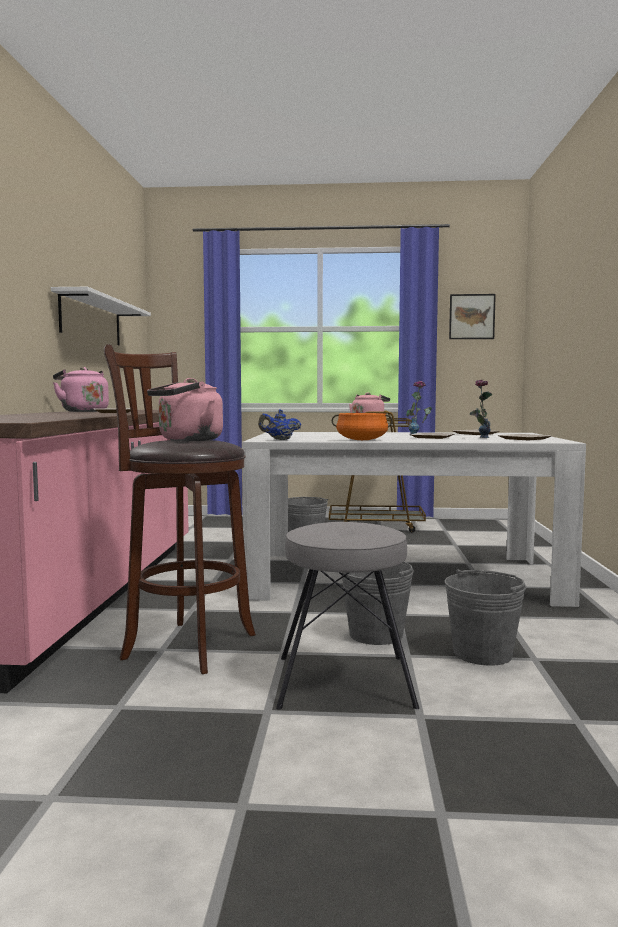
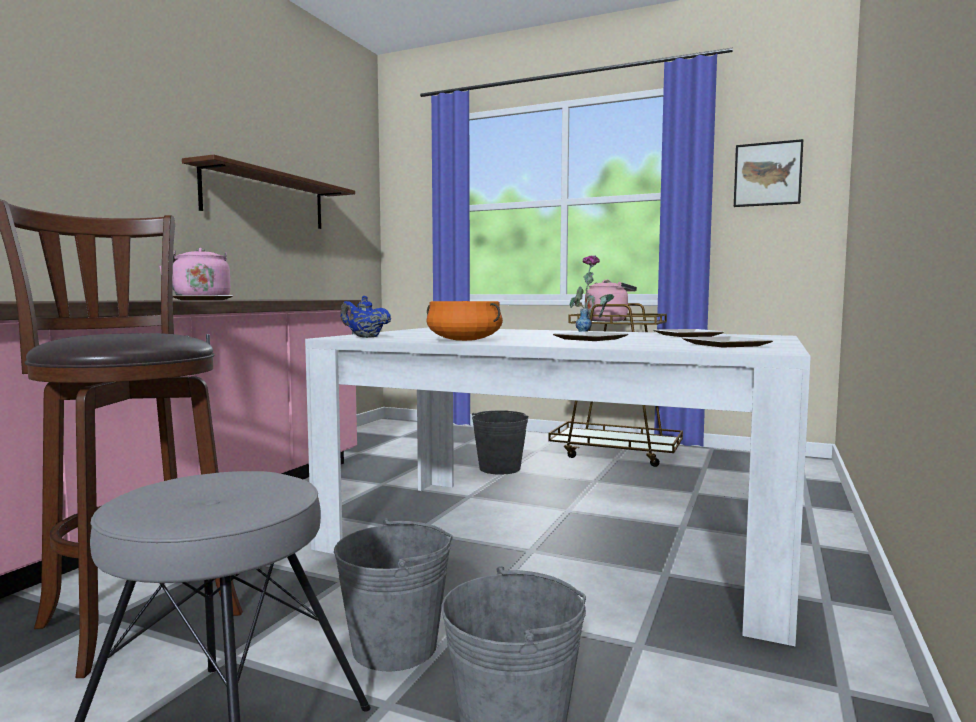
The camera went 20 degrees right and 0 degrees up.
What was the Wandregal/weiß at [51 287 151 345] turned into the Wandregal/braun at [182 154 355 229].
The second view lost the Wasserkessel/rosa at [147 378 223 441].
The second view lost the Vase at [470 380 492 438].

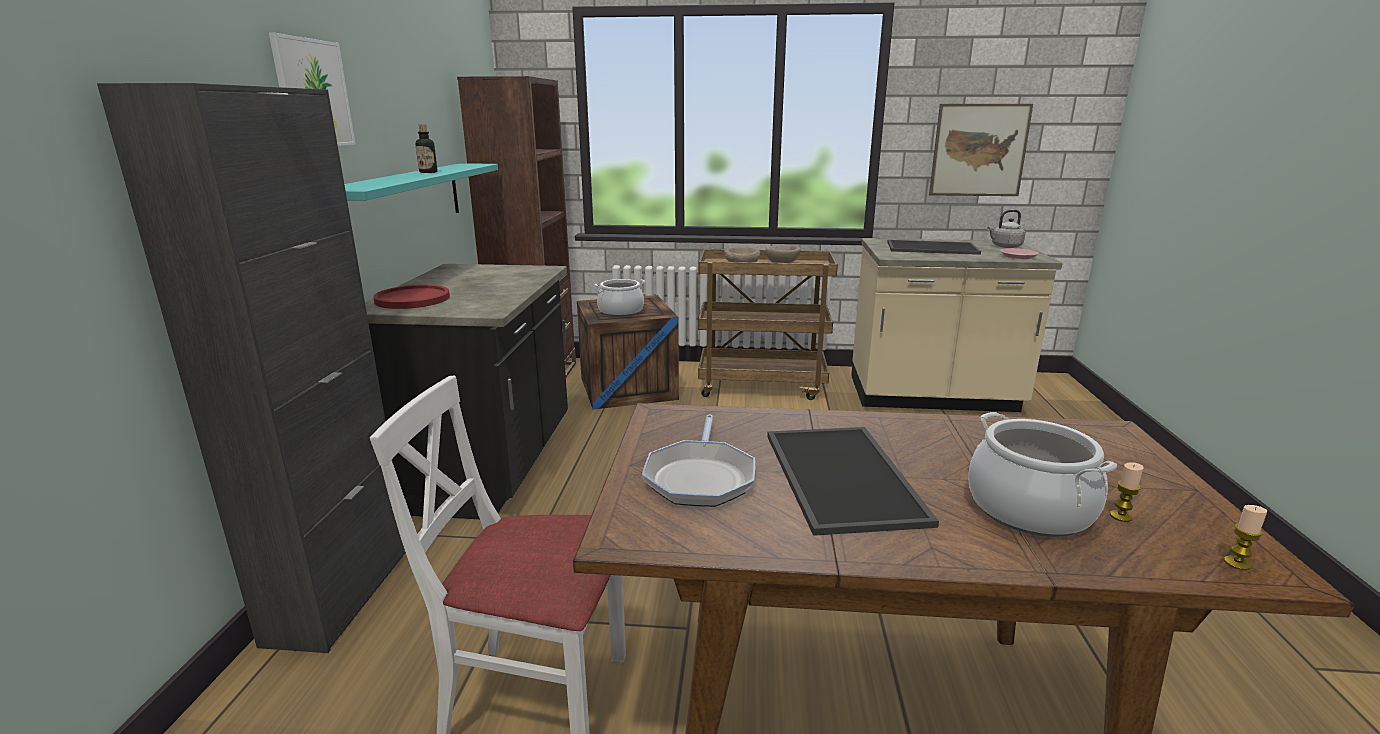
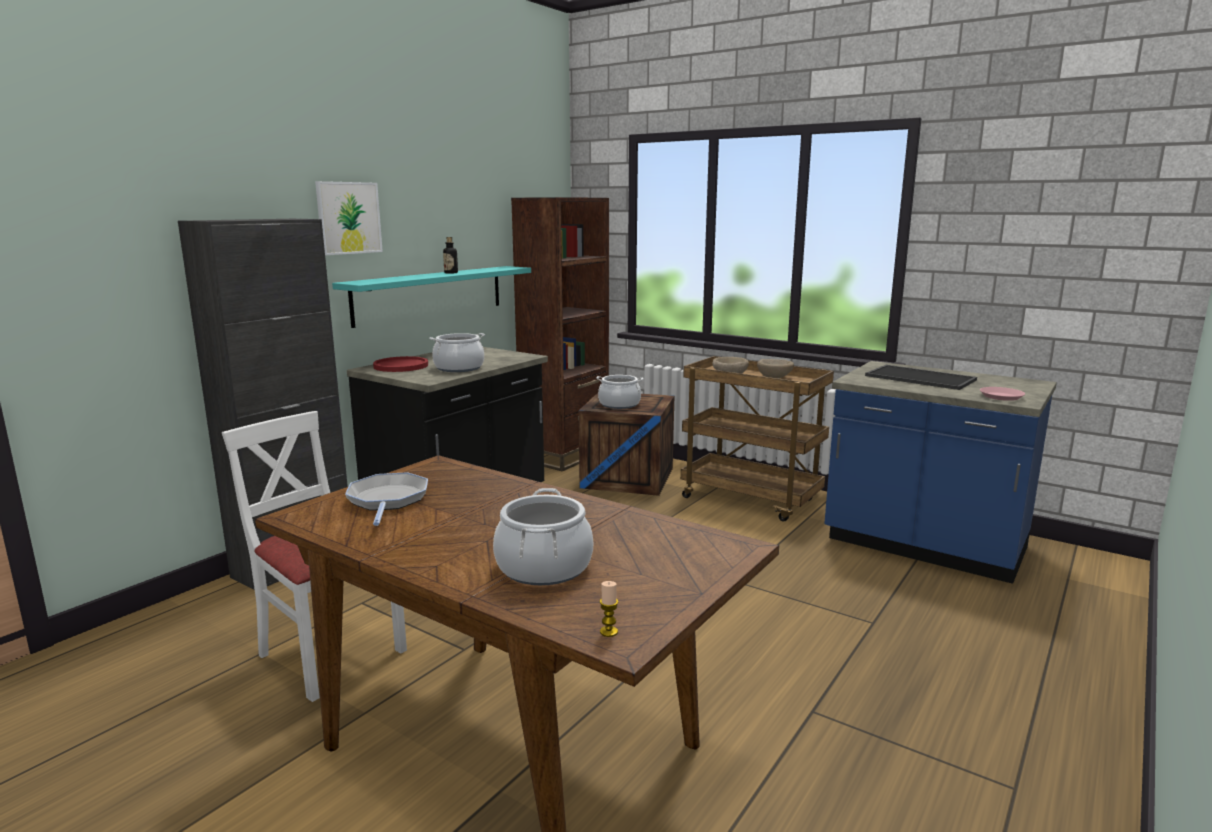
The camera went 30 degrees right and 5 degrees down.
The Pfanne at [642 415 755 507] ended up facing another way, 135 degrees clockwise from before.
The second view lost the Tablett at [767 427 939 536].
What was the Küchenzeile/beige at [851 238 1063 412] turned into the Küchenzeile/blau at [824 361 1057 584].
The second view lost the Bild at [929 104 1033 196].
The second view lost the Wasserkessel/grau at [987 210 1025 248].
The second view lost the Kerze at [1110 462 1144 522].
The second view gained the Kochtopf at [429 333 485 372].

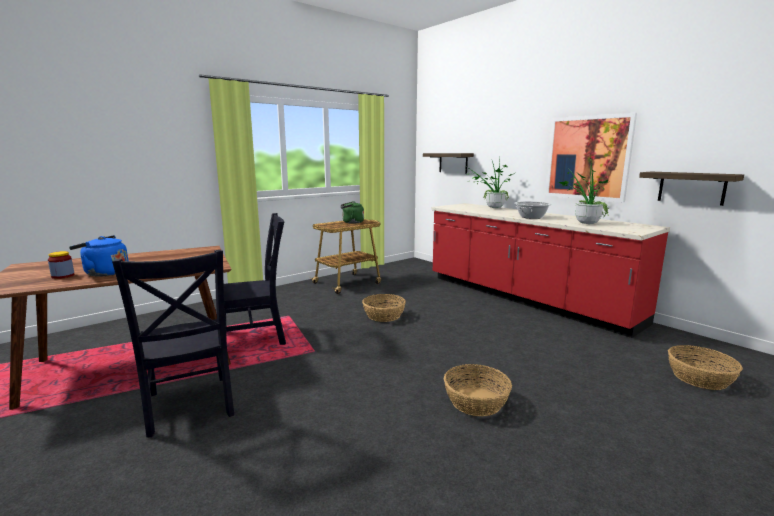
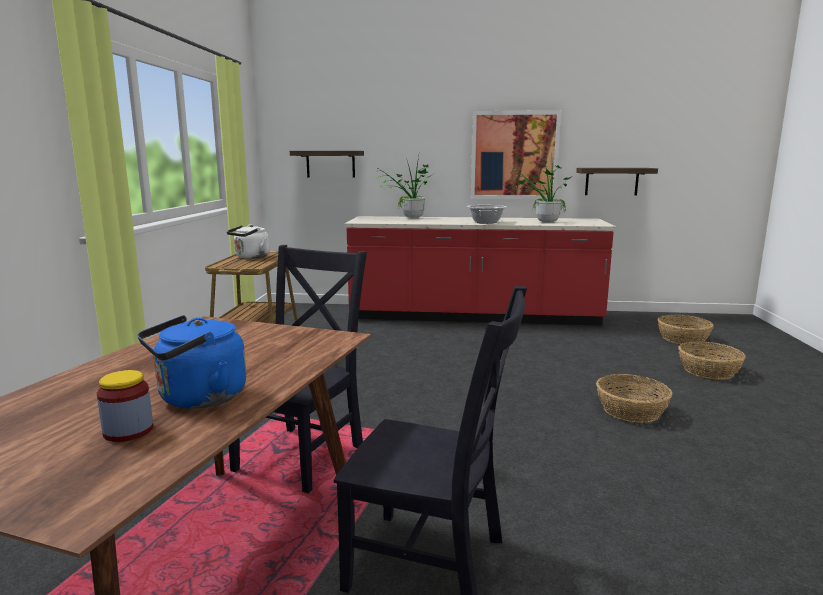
The camera went 45 degrees left and 0 degrees up.
What was the Wasserkessel/grün at [341 201 364 224] turned into the Wasserkessel/weiß at [226 224 270 259].
The Korb ended up elsewhere, having gone from [362 294 406 322] to [678 341 746 380].

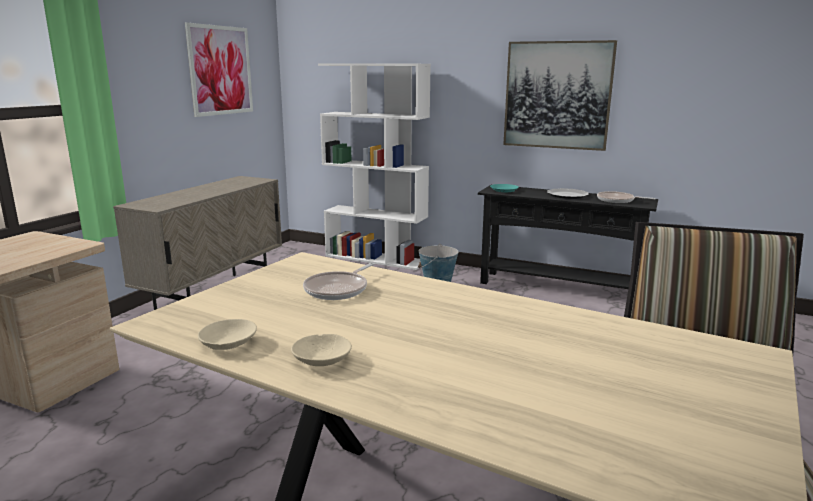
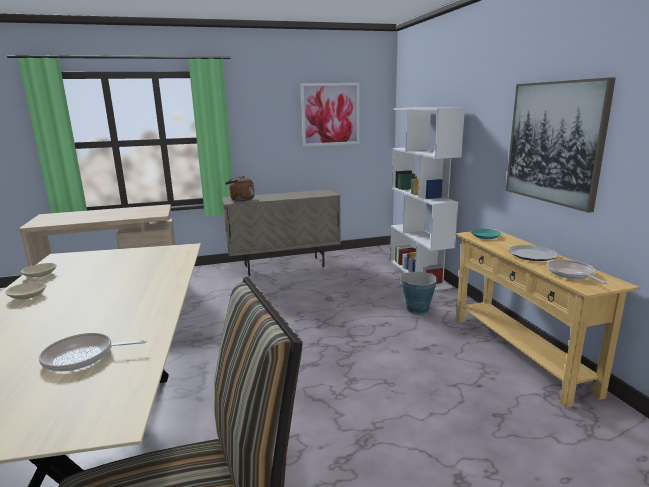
The camera went 50 degrees right and 0 degrees up.
The Pfanne ended up elsewhere, having gone from [303 263 375 300] to [39 333 147 371].
What was the Konsolentisch/schwarz at [478 185 658 289] turned into the Konsolentisch/beige at [456 229 640 408].
The second view gained the Wasserkessel/braun at [225 176 255 201].

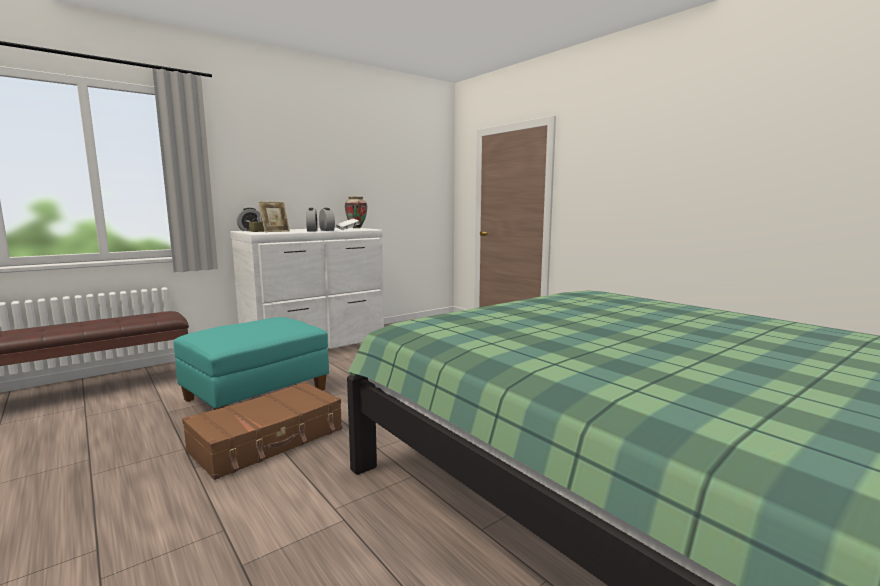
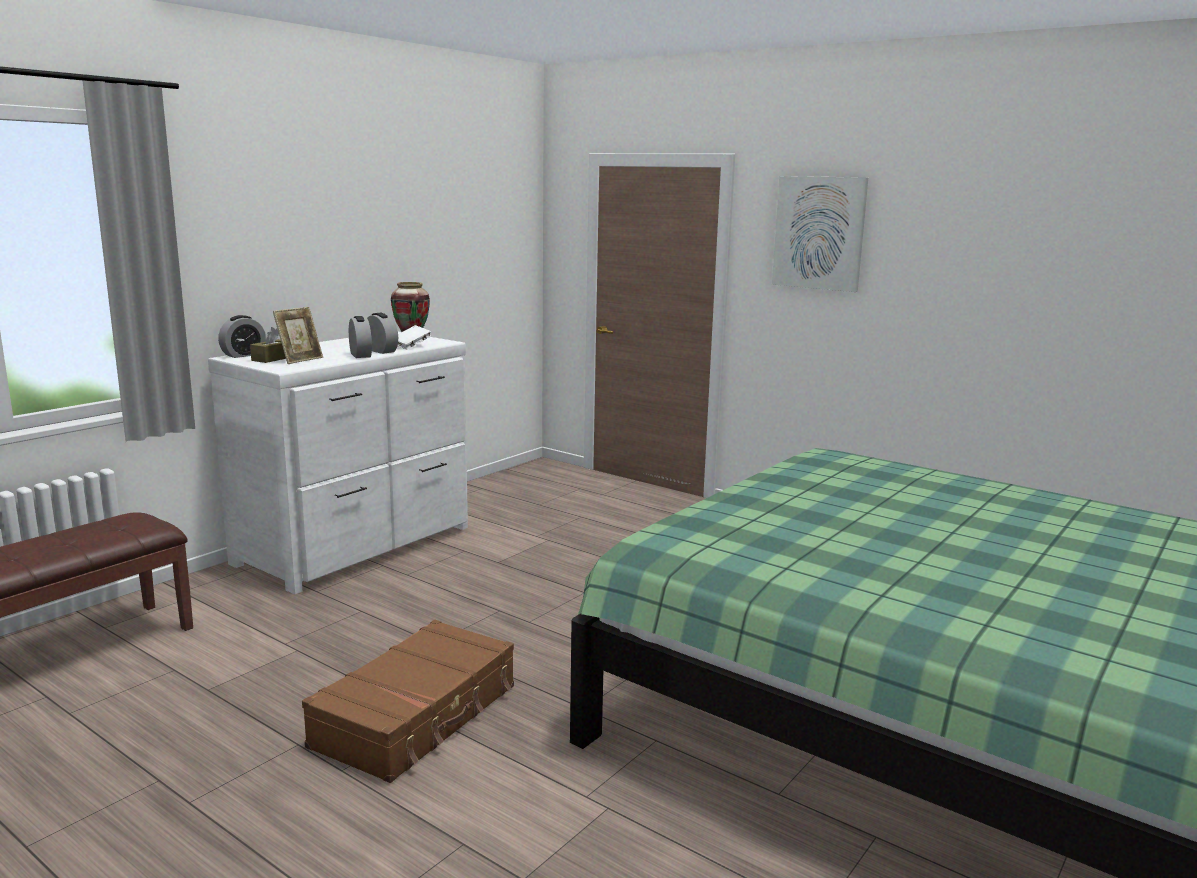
The camera went 15 degrees left and 5 degrees up.
The second view lost the Polsterhocker/türkis at [174 317 329 410].
The second view gained the Bild at [772 176 868 292].

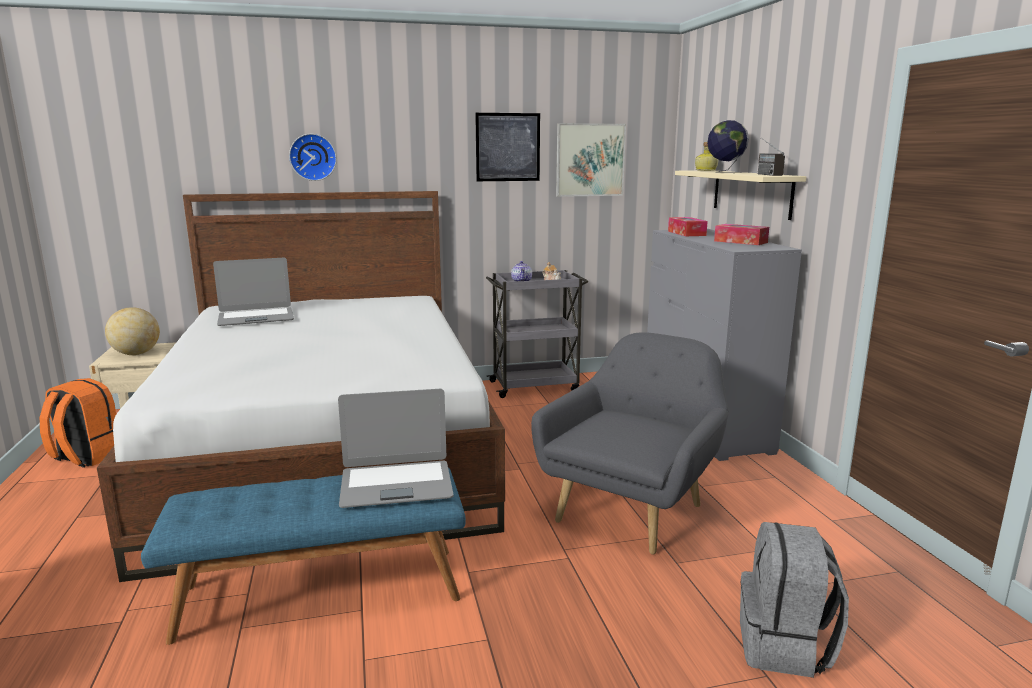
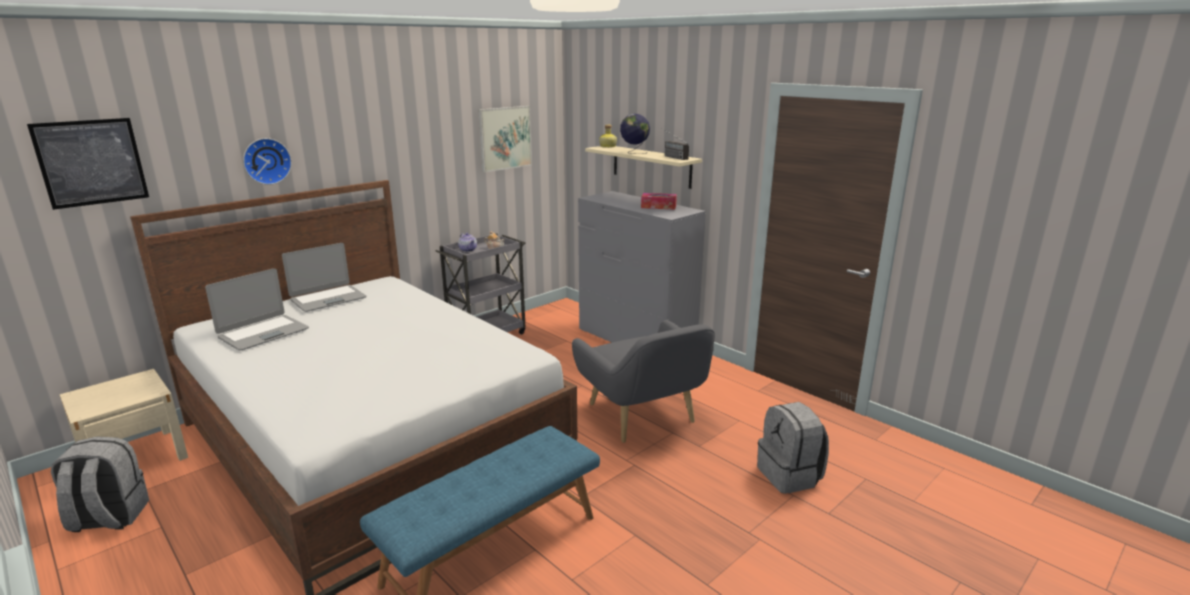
The camera went 30 degrees left and 5 degrees up.
What was the Rucksack/orange at [40 378 116 468] turned into the Rucksack/grau at [51 436 149 532].
The second view lost the Globus at [105 307 160 355].
The Laptop ended up elsewhere, having gone from [338 389 453 508] to [282 243 367 312].
The Bild ended up elsewhere, having gone from [475 113 540 181] to [27 118 149 210].
The Sessel/grau at [531 332 729 554] ended up facing another way, 150 degrees clockwise from before.
The second view lost the Taschentuchbox at [668 217 708 236].

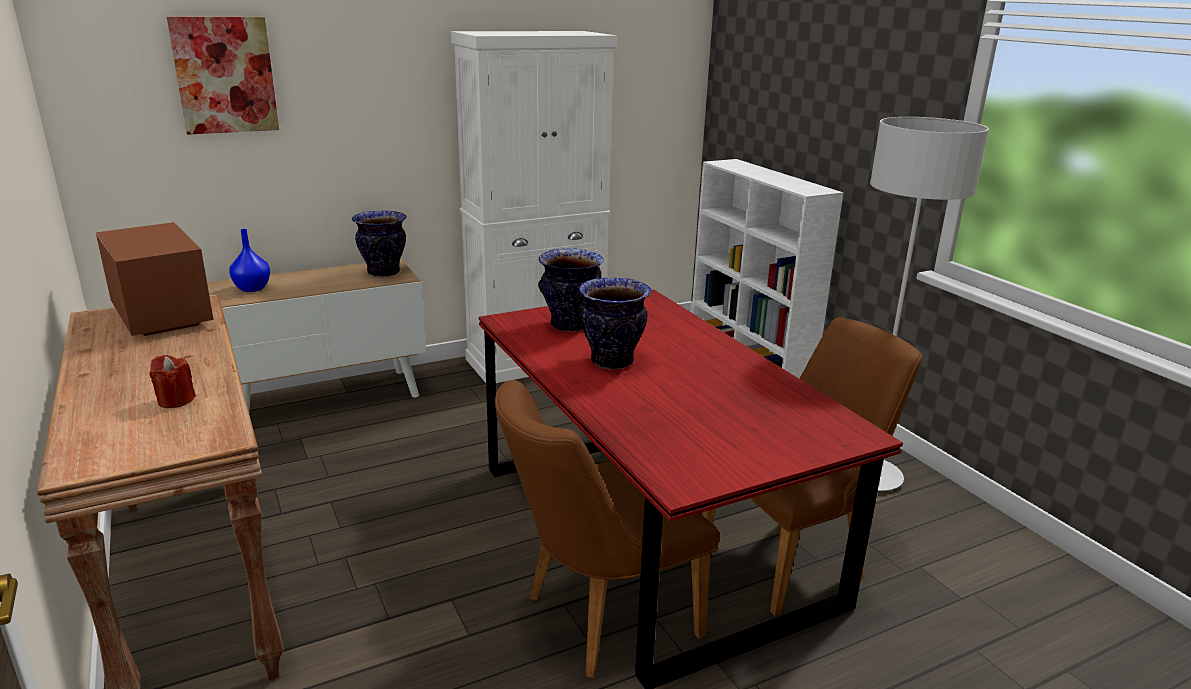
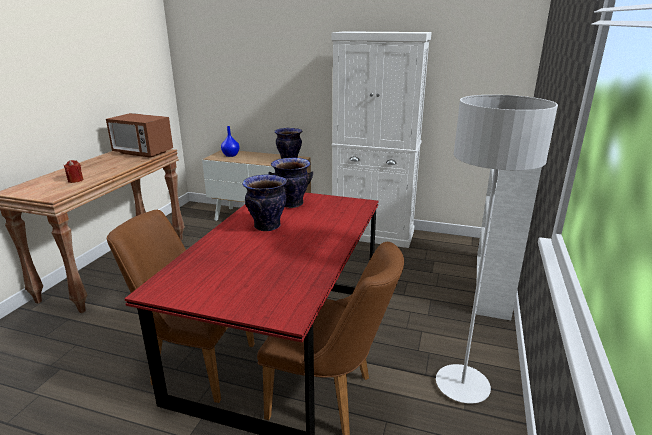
The camera went 45 degrees right and 0 degrees up.
The Mikrowelle at [95 222 214 336] ended up facing another way, 105 degrees clockwise from before.
The second view lost the Bild at [167 17 279 135].

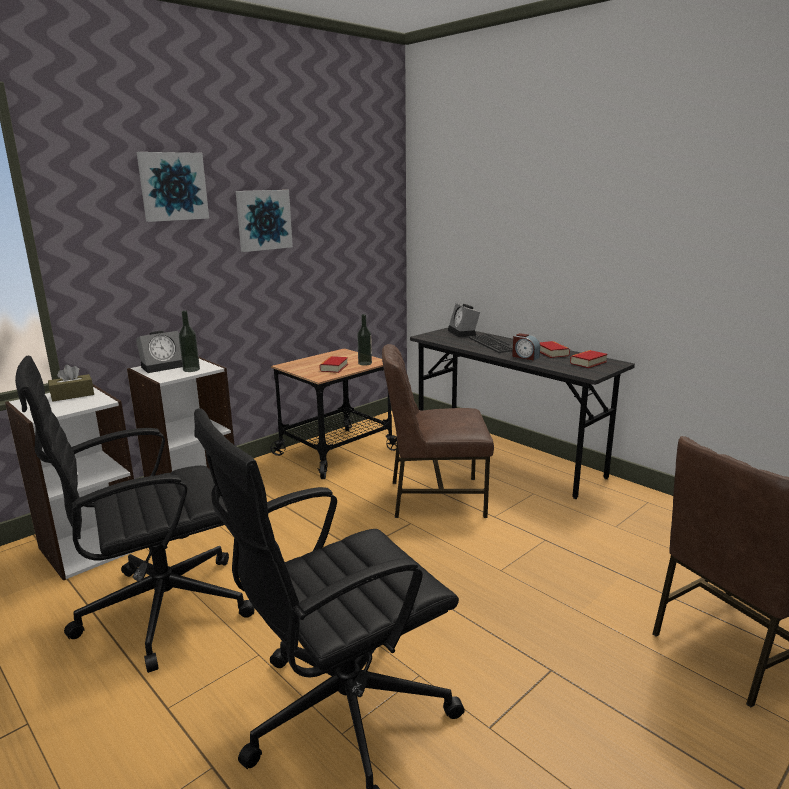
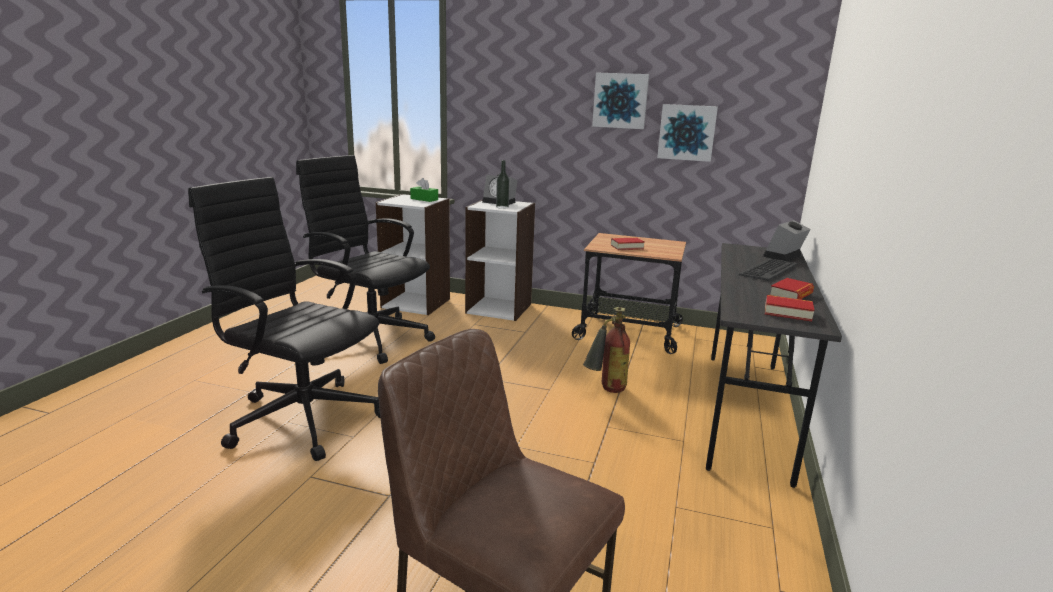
The camera went 60 degrees right and 0 degrees up.
What was the Taschentuchbox/braun at [48 365 94 402] turned into the Taschentuchbox/grün at [410 178 438 202].
The Bild ended up elsewhere, having gone from [137 152 209 222] to [657 104 718 162].
The second view lost the Flasche at [357 314 372 366].
Where the Stuhl/braun stood at [382 344 494 518], the Feuerlöscher came to stand at [583 307 630 393].
The second view lost the Wecker at [512 333 540 361].

